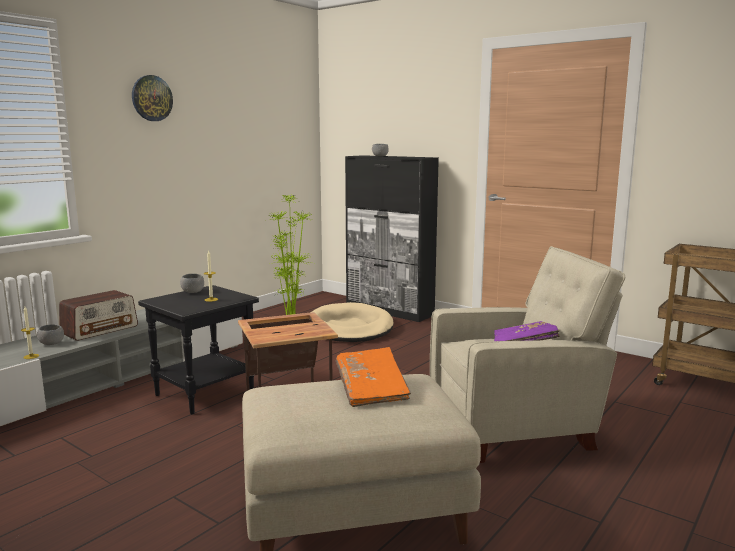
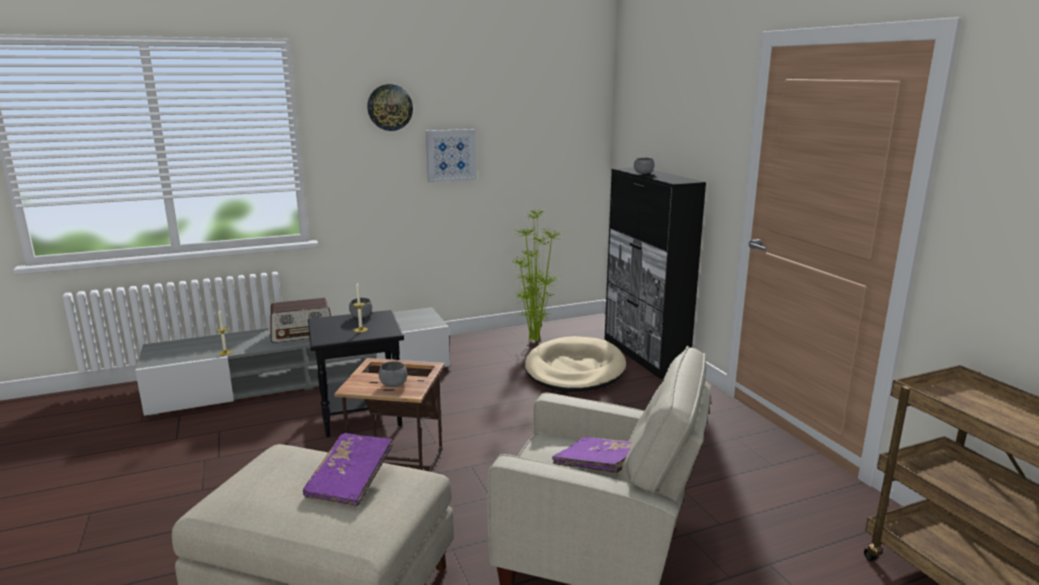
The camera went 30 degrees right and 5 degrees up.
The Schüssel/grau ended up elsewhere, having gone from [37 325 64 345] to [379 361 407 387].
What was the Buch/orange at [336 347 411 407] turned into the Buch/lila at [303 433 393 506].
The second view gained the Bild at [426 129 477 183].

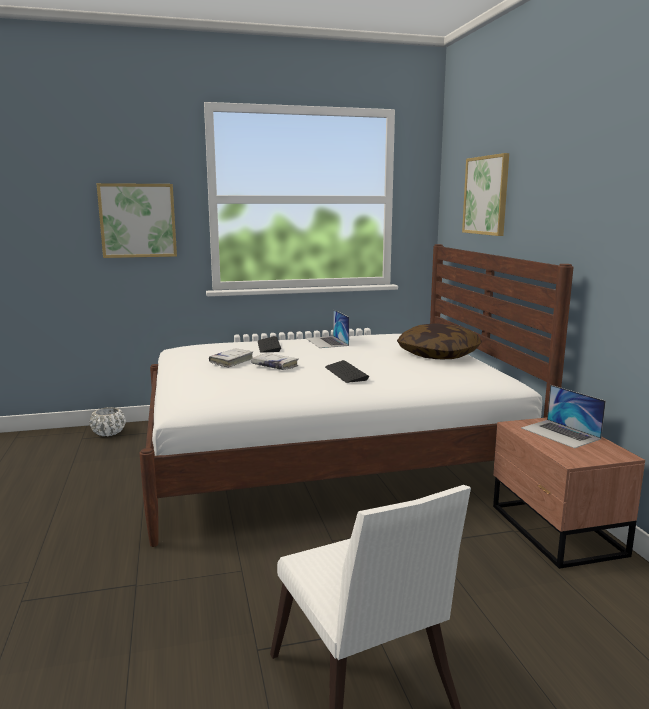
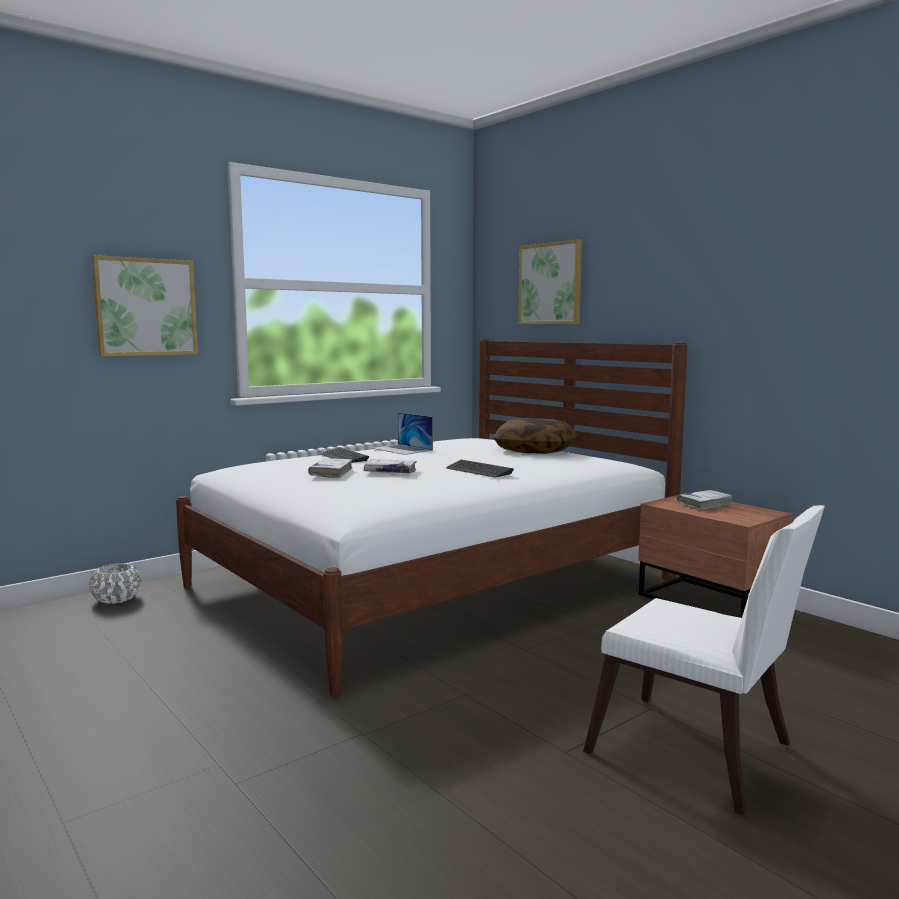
The camera went 25 degrees left and 5 degrees down.
Where the Laptop stood at [521 385 606 448], the Buch/weiß came to stand at [677 490 733 510].

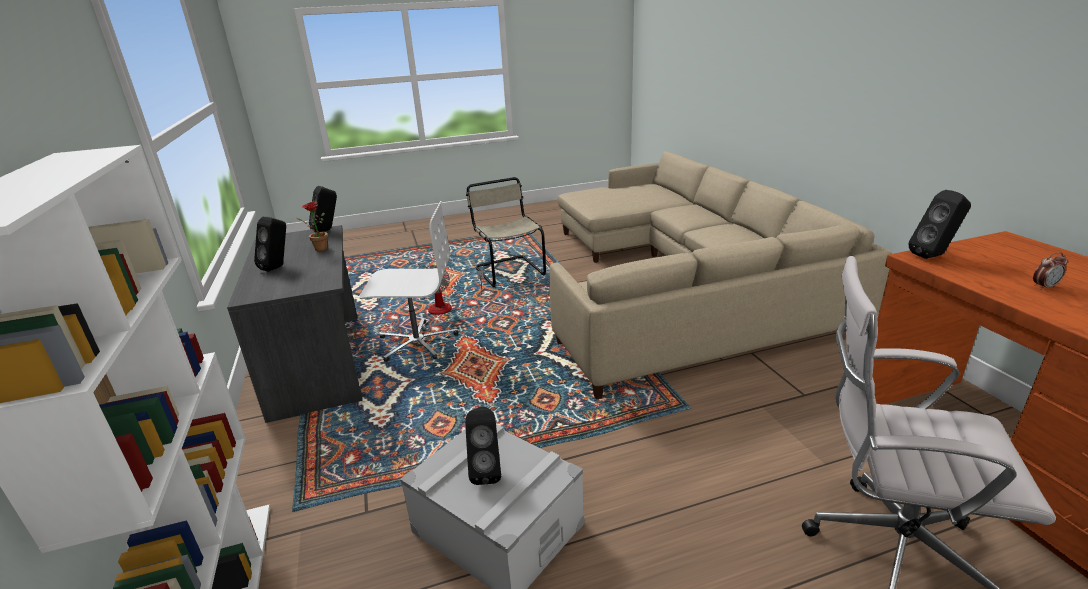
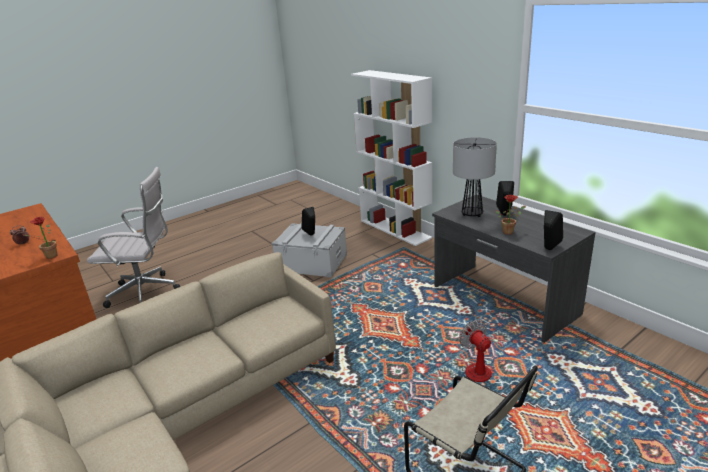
The camera went 160 degrees right and 0 degrees up.
The second view lost the Bürostuhl/weiß at [359 201 458 362].
Where the Lautsprecher/schwarz stood at [908 190 971 259], the Topfpflanze came to stand at [24 217 58 259].
The second view gained the Tischlampe at [453 137 497 217].

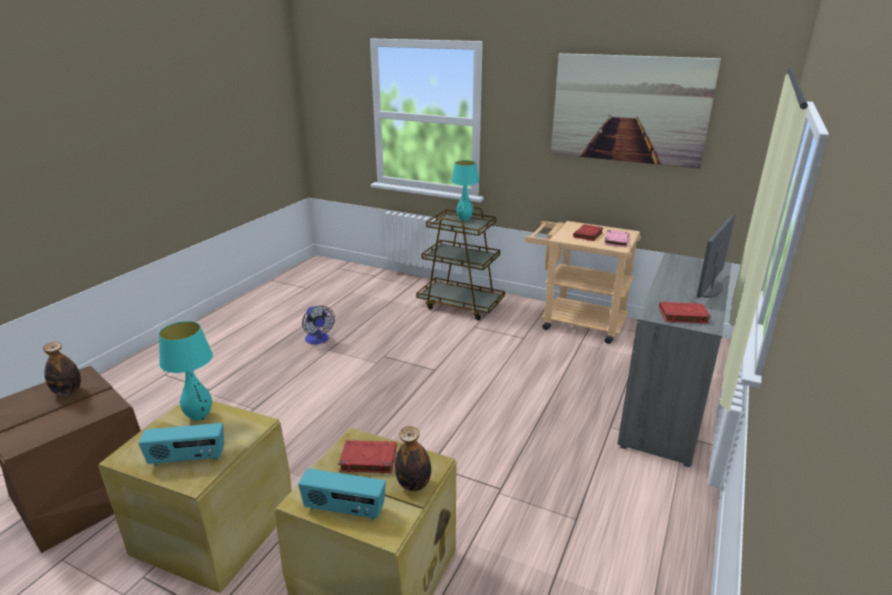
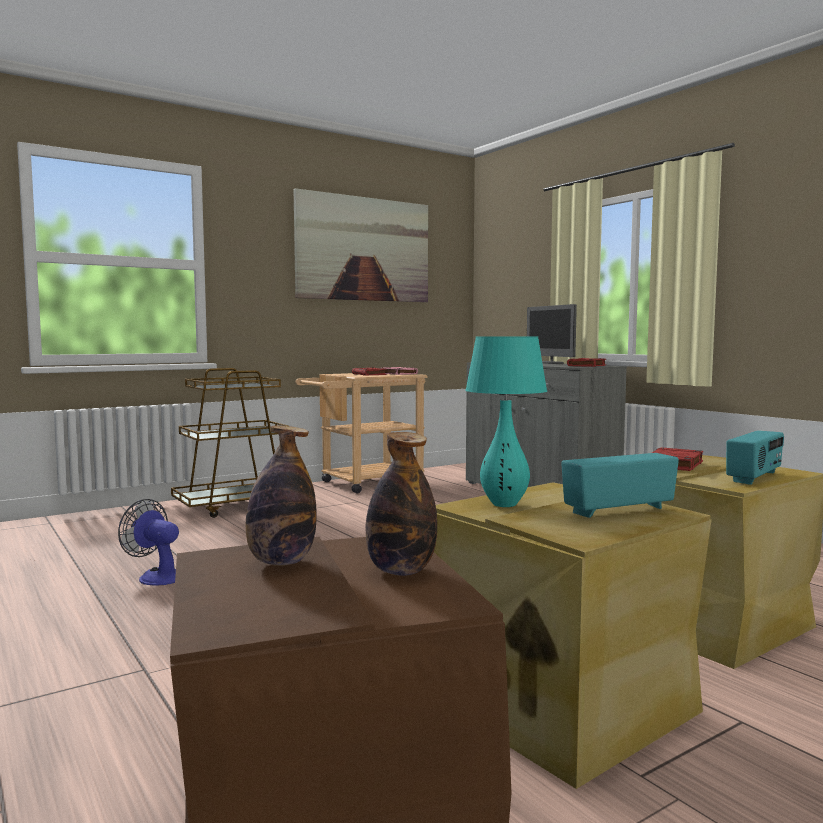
The camera went 60 degrees left and 20 degrees down.
The Radio at [138 423 224 466] ended up facing another way, 135 degrees counterclockwise from before.
The Ventilator at [302 305 335 344] ended up facing another way, 150 degrees counterclockwise from before.
The Flasche ended up elsewhere, having gone from [395 426 431 491] to [366 432 437 576].
The second view lost the Tischlampe/türkis at [451 160 479 221].

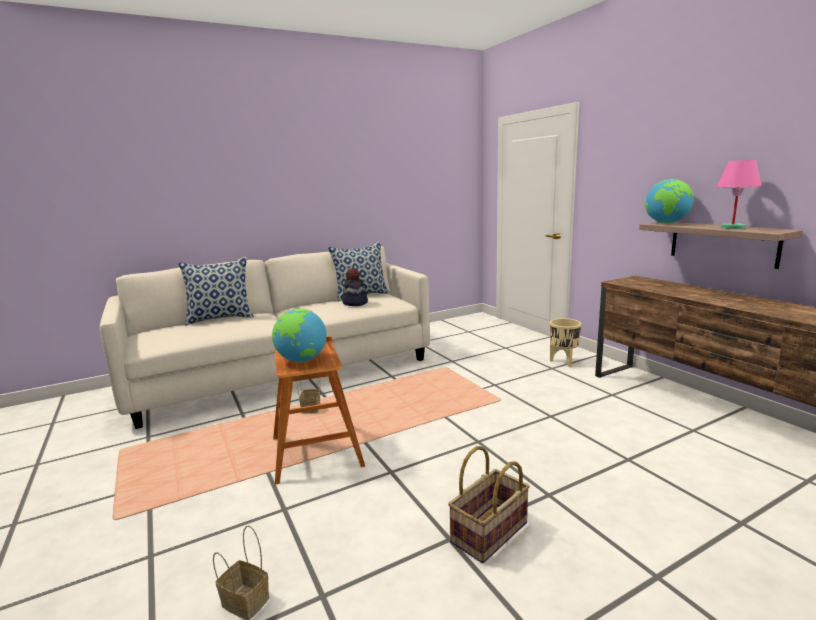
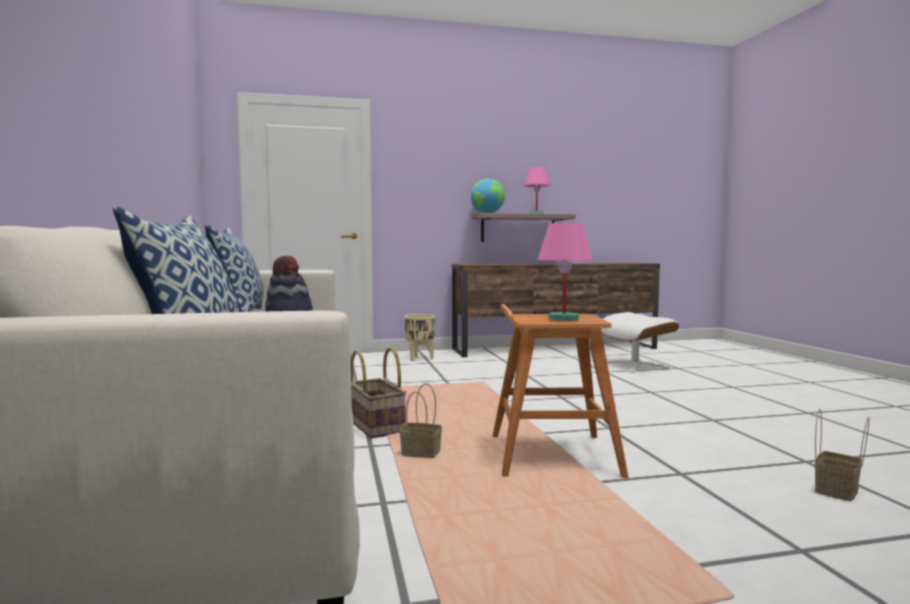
The camera went 75 degrees left and 10 degrees down.
Where the Globus stood at [272 309 327 362], the Tischlampe/rosa came to stand at [538 223 593 321].
The Korb ended up elsewhere, having gone from [448 446 530 563] to [351 347 406 439].
The second view gained the Polsterhocker/weiß at [601 312 679 373].

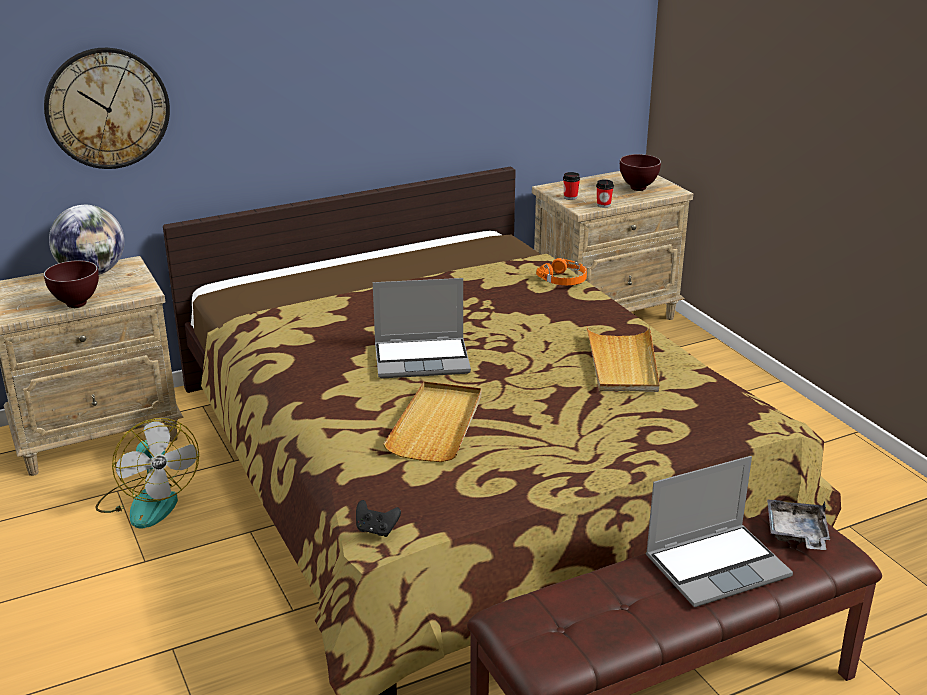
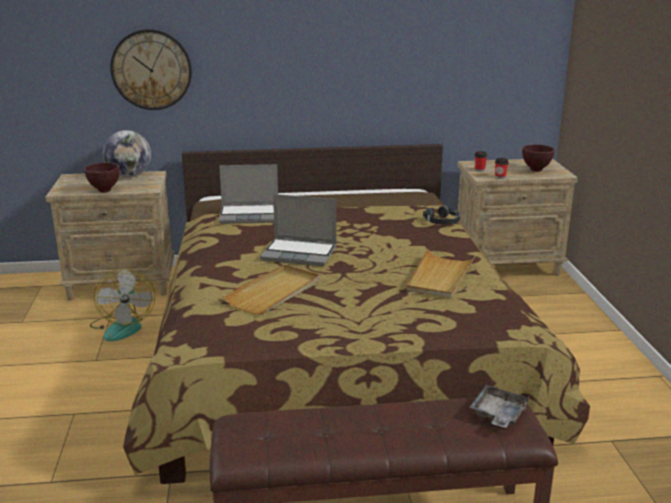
The camera went 20 degrees right and 5 degrees down.
The second view lost the Gamepad/schwarz at [356 500 401 537].
What was the Kopfhörer/orange at [536 258 587 285] turned into the Kopfhörer/schwarz at [423 206 460 225].
The Laptop ended up elsewhere, having gone from [646 456 793 607] to [219 164 278 224].

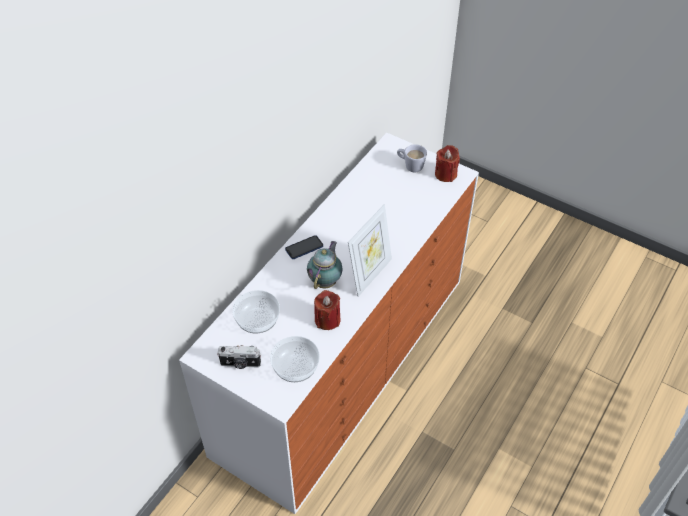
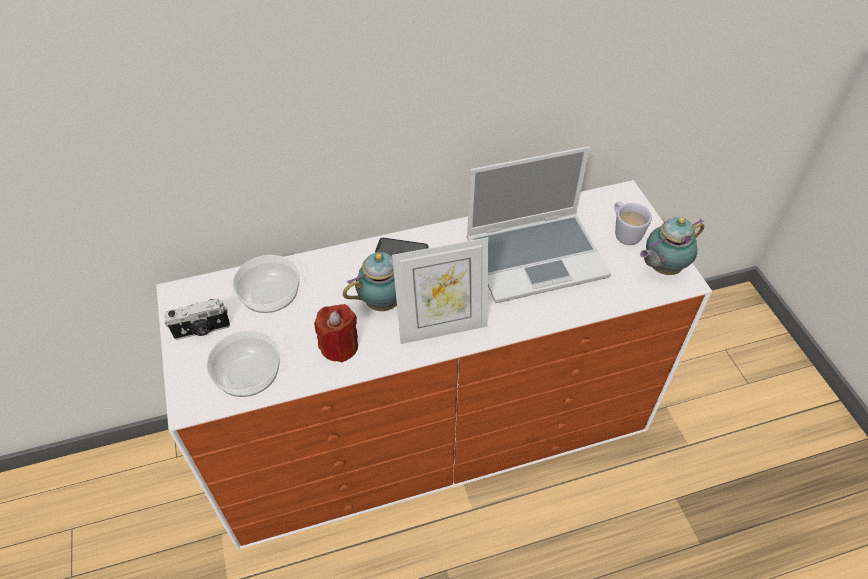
The camera went 40 degrees right and 0 degrees up.
The Kamera at [217 345 261 369] ended up facing another way, 60 degrees counterclockwise from before.
Where the Kerze/rot stood at [435 145 460 182], the Teekanne came to stand at [640 217 704 275].
The second view gained the Laptop at [466 146 611 303].

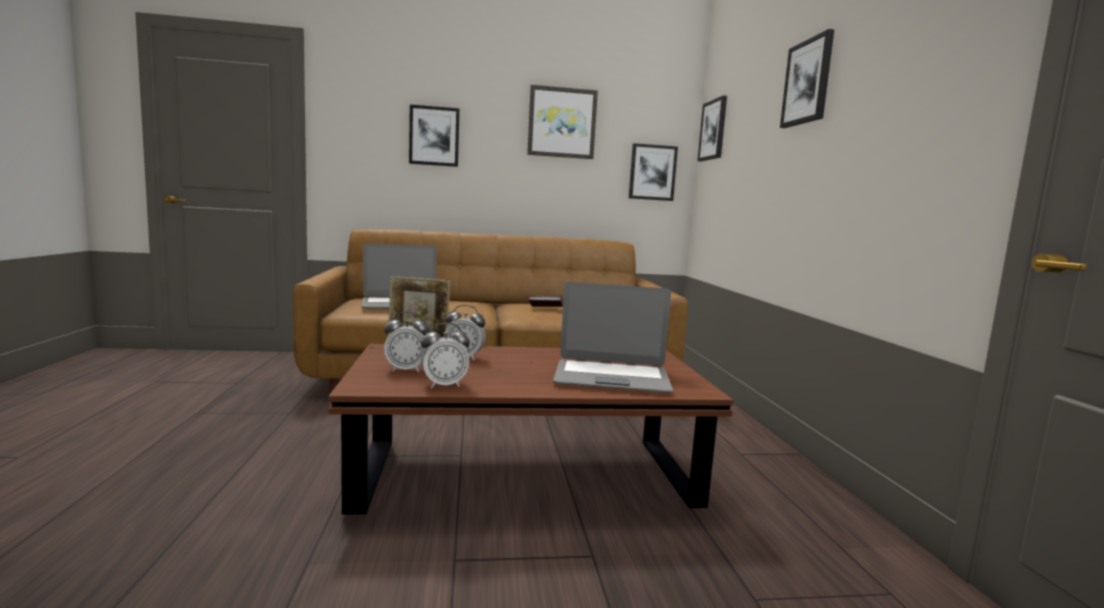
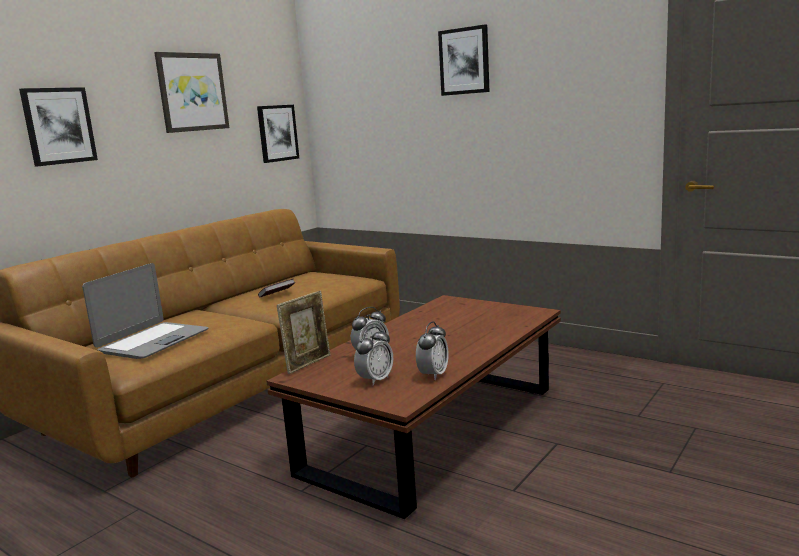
The camera went 45 degrees left and 5 degrees up.
The second view lost the Laptop at [553 282 673 393].
The second view lost the Bild at [698 95 727 161].

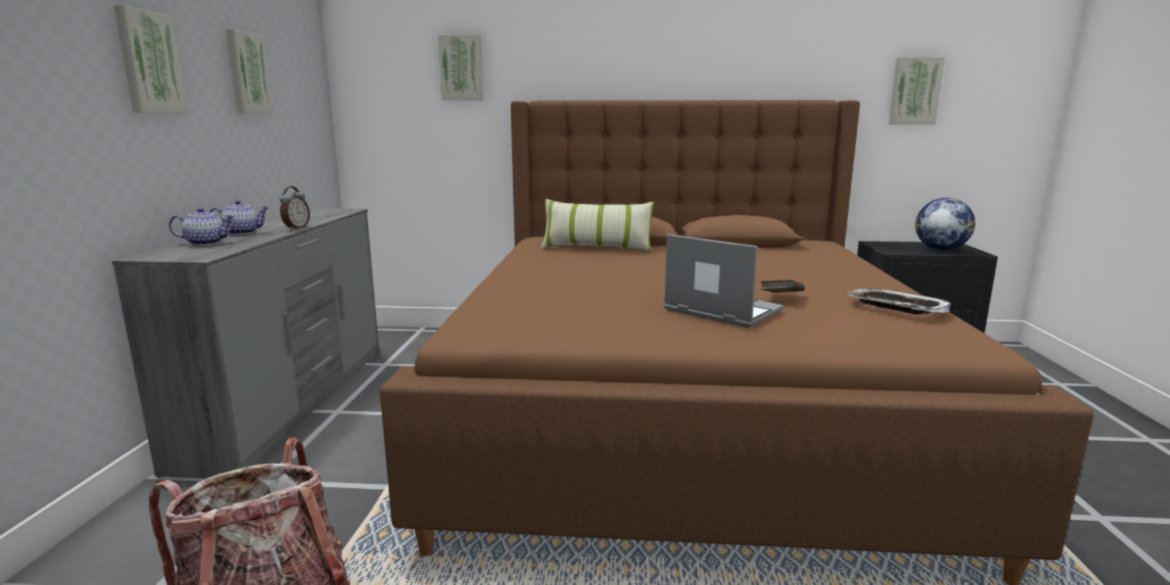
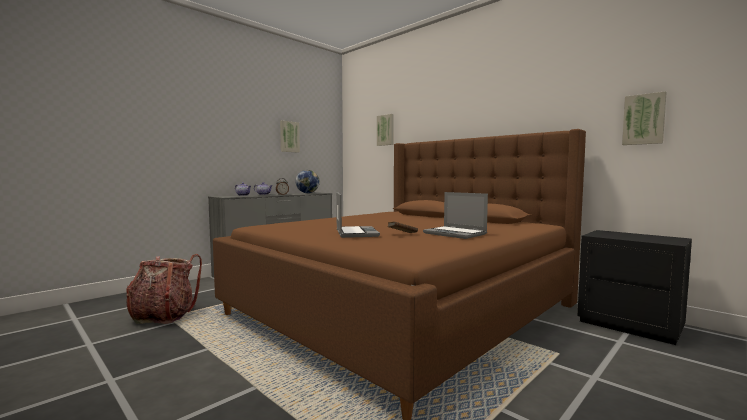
The camera went 40 degrees right and 10 degrees down.
The second view lost the Bild at [114 5 188 113].
The second view lost the Kissen at [541 199 654 252].
The second view lost the Tablett at [847 288 950 315].
The Globus ended up elsewhere, having gone from [915 198 975 250] to [295 170 320 193].
The second view gained the Laptop at [423 192 488 239].

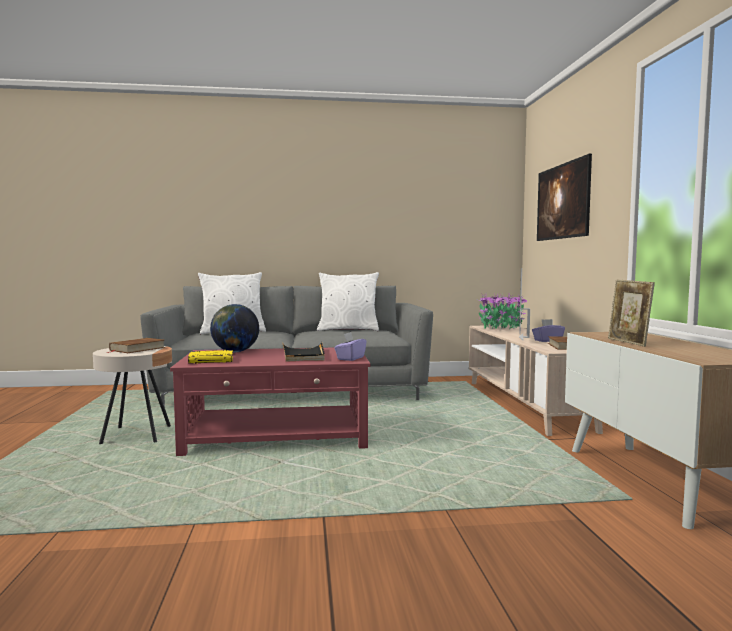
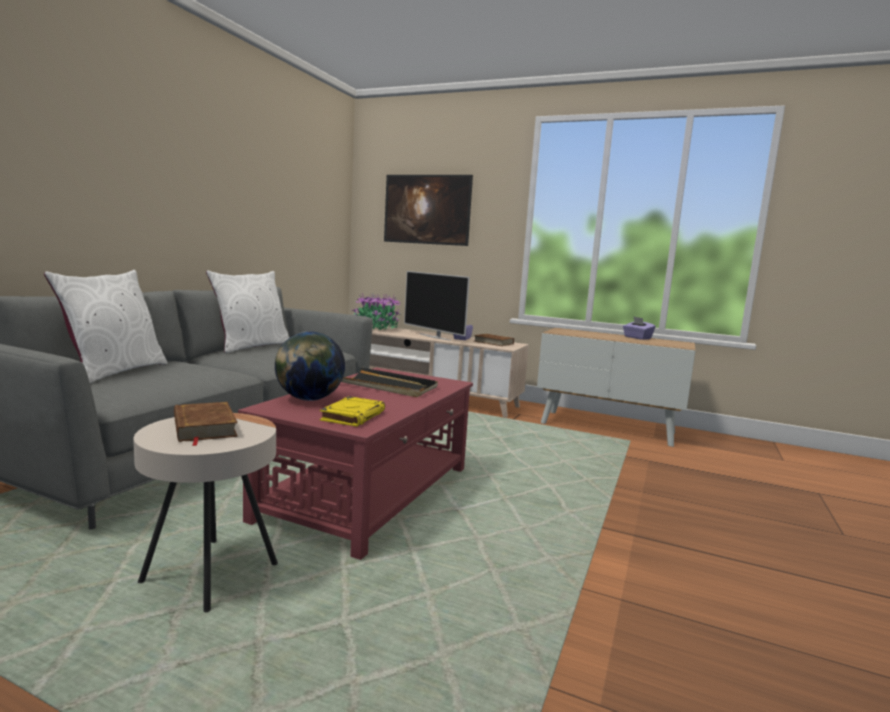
The camera went 60 degrees left and 5 degrees up.
The Taschentuchbox/lila ended up elsewhere, having gone from [334 332 367 361] to [623 317 655 340].
The second view lost the Bilderrahmen at [608 279 655 347].

